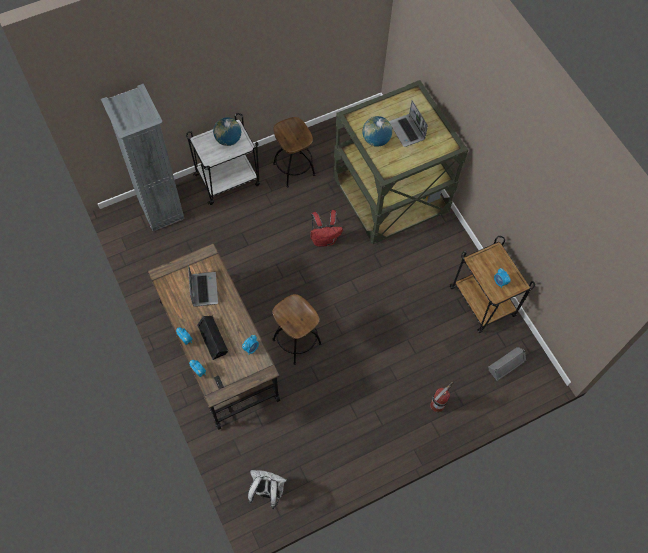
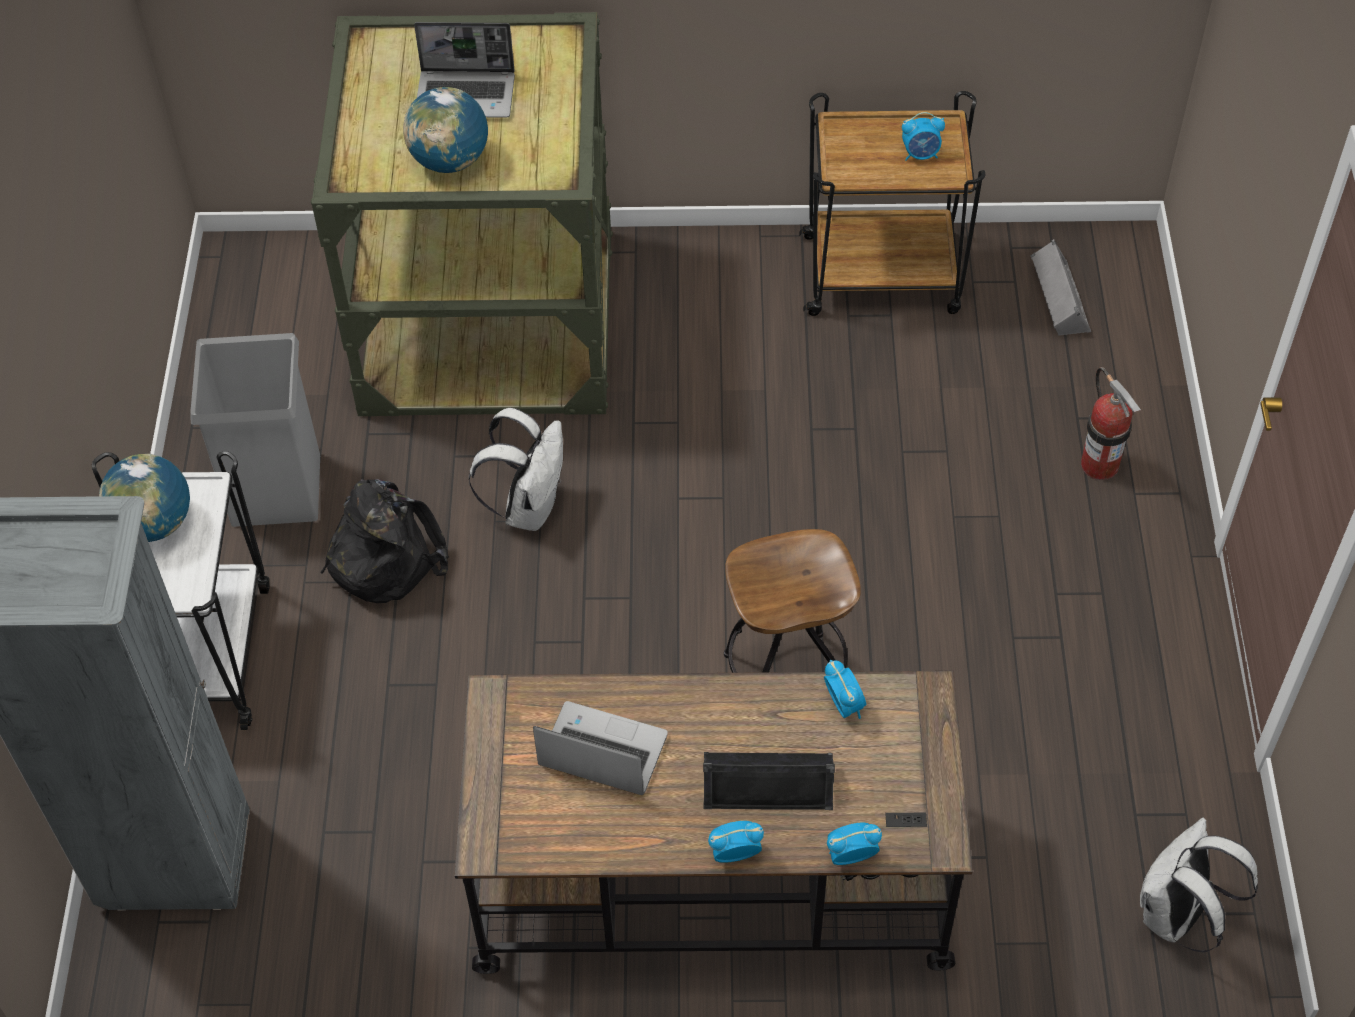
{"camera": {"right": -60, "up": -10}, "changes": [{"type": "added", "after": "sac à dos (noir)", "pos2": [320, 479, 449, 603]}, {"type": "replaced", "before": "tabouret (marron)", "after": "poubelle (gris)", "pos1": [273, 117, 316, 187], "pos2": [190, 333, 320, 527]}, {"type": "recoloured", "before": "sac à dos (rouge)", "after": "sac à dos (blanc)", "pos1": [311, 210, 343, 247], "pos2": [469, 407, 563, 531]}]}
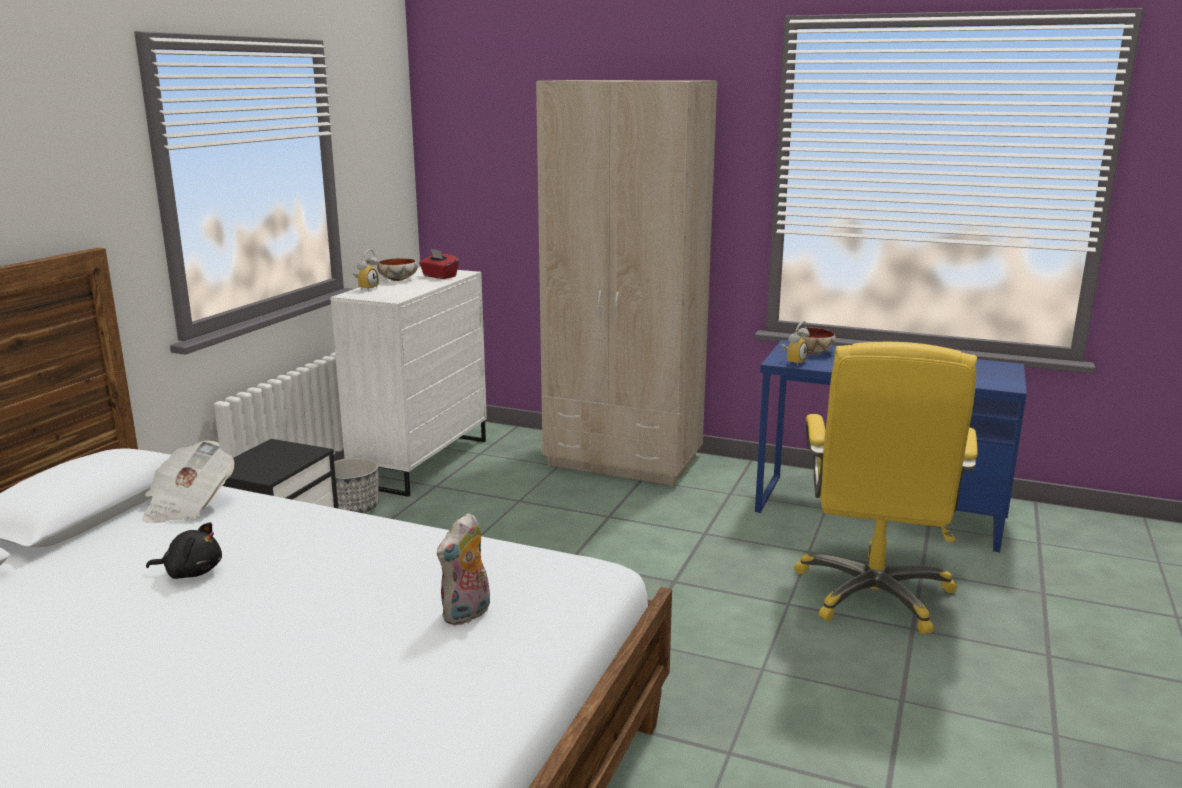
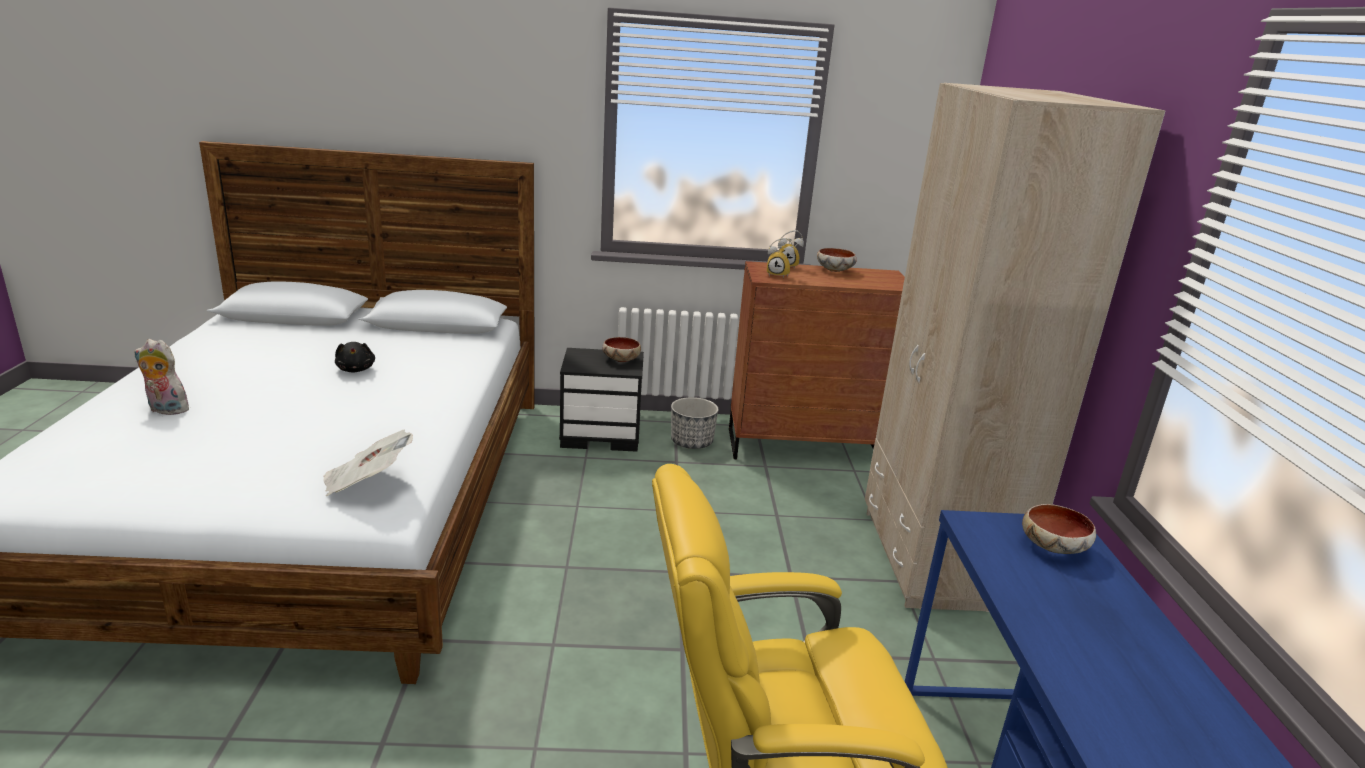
{"camera": {"right": 65, "up": 5}, "changes": [{"type": "removed", "before": "boîte à mouchoirs (rouge)", "pos1": [419, 248, 459, 279]}, {"type": "added", "after": "bol", "pos2": [602, 337, 641, 362]}, {"type": "moved", "before": "journal", "pos1": [142, 440, 234, 523], "pos2": [323, 429, 413, 496]}, {"type": "moved", "before": "peluche", "pos1": [437, 513, 490, 625], "pos2": [134, 339, 189, 415]}, {"type": "moved", "before": "réveil", "pos1": [781, 321, 810, 366], "pos2": [767, 238, 795, 278]}, {"type": "recoloured", "before": "commode (blanc)", "after": "commode (marron)", "pos1": [330, 267, 487, 497], "pos2": [729, 261, 905, 459]}]}
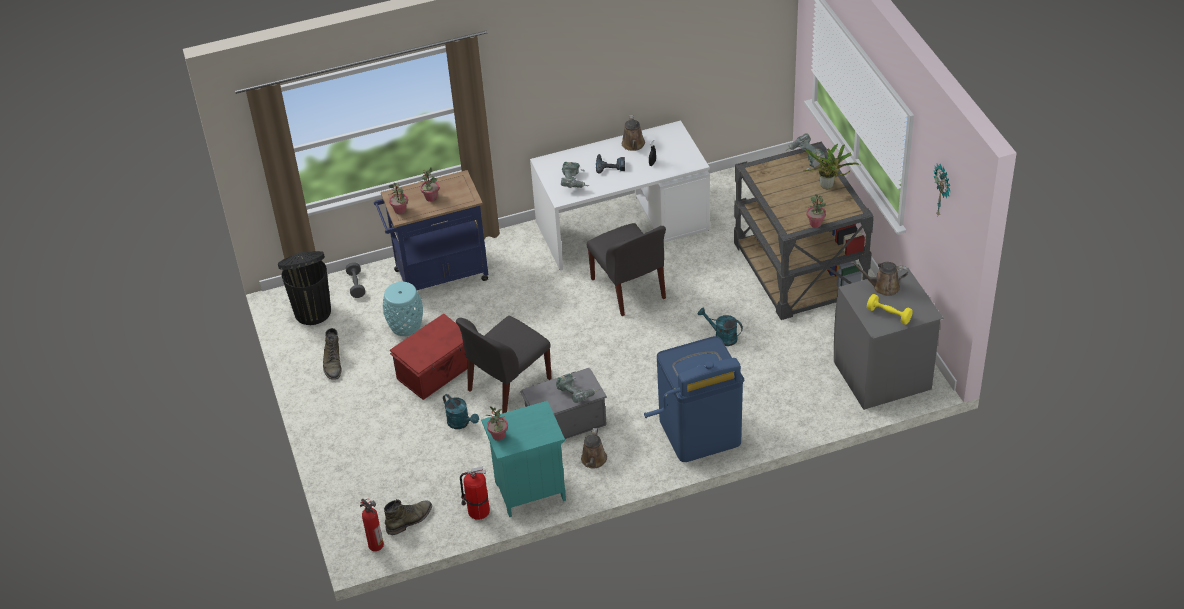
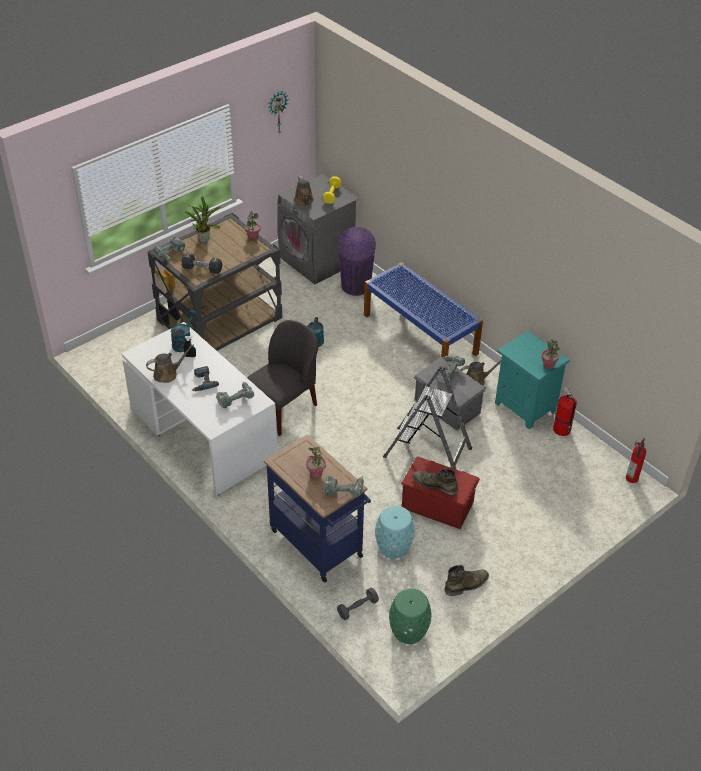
{"camera": {"right": -115, "up": 0}, "changes": [{"type": "added", "after": "haltère (noir)", "pos2": [181, 253, 222, 274]}, {"type": "added", "after": "poubelle (violet)", "pos2": [338, 226, 376, 296]}, {"type": "moved", "before": "botte (vert)", "pos1": [384, 499, 432, 535], "pos2": [412, 469, 458, 495]}, {"type": "moved", "before": "arrosoir (turquoise)", "pos1": [443, 394, 479, 429], "pos2": [171, 310, 197, 352]}, {"type": "replaced", "before": "poubelle (noir)", "after": "tabouret (vert)", "pos1": [278, 251, 331, 325], "pos2": [389, 588, 431, 644]}, {"type": "replaced", "before": "plante en pot", "after": "perceuse", "pos1": [389, 182, 408, 214], "pos2": [324, 476, 364, 497]}, {"type": "replaced", "before": "chaise (gris)", "after": "escabeau (gris)", "pos1": [456, 316, 551, 413], "pos2": [383, 366, 472, 470]}, {"type": "replaced", "before": "lave-linge (bleu)", "after": "banc (bleu)", "pos1": [644, 336, 744, 462], "pos2": [364, 262, 483, 359]}]}
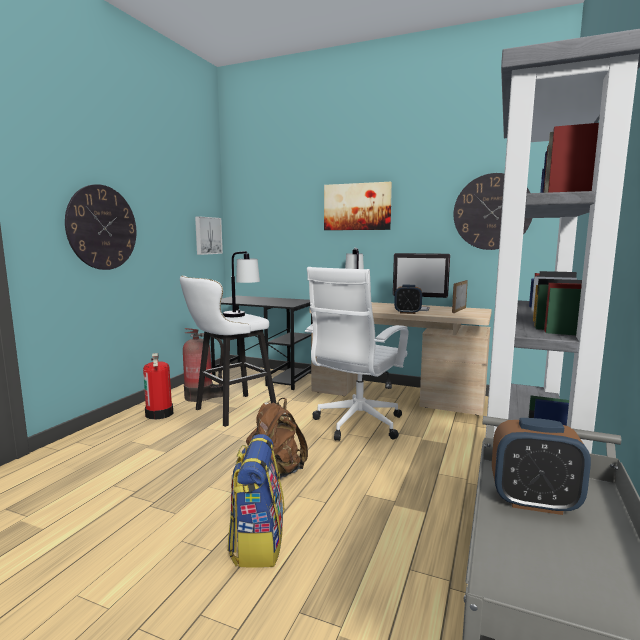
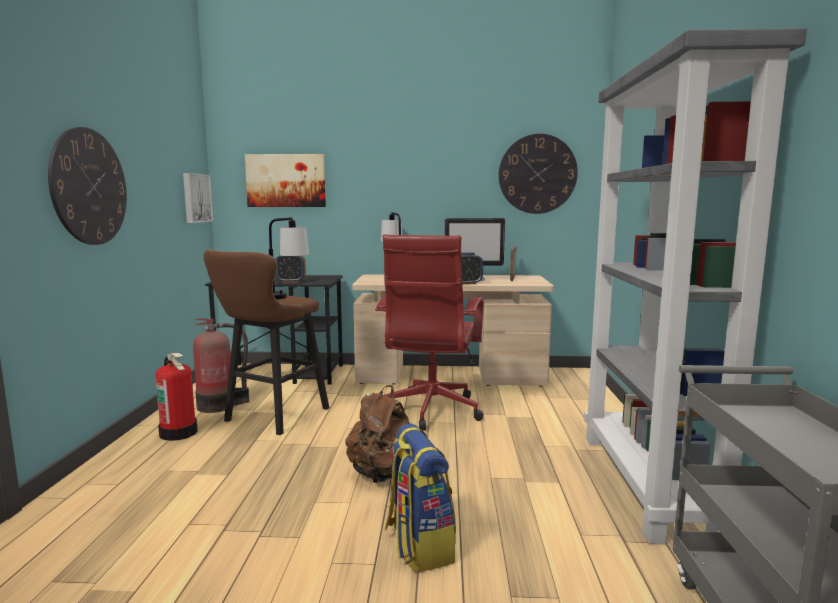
{"camera": {"right": -20, "up": 0}, "changes": [{"type": "moved", "before": "tableau", "pos1": [324, 182, 392, 230], "pos2": [245, 154, 326, 207]}, {"type": "moved", "before": "réveil", "pos1": [492, 418, 591, 515], "pos2": [276, 255, 306, 283]}, {"type": "recoloured", "before": "tabouret (blanc)", "after": "tabouret (marron)", "pos1": [180, 275, 276, 427], "pos2": [204, 249, 329, 435]}, {"type": "recoloured", "before": "chaise de bureau (blanc)", "after": "chaise de bureau (rouge)", "pos1": [305, 267, 409, 441], "pos2": [375, 234, 484, 431]}]}
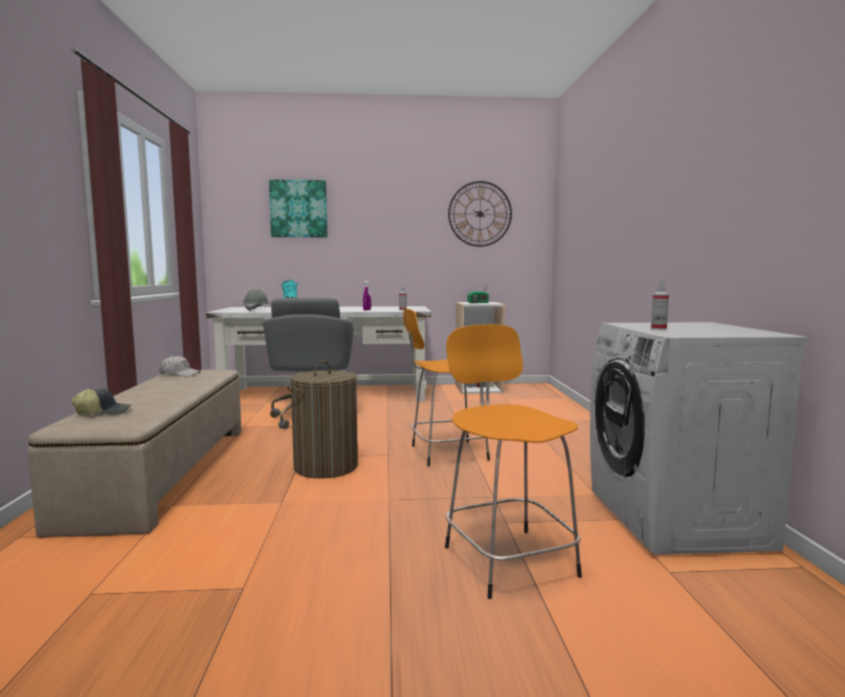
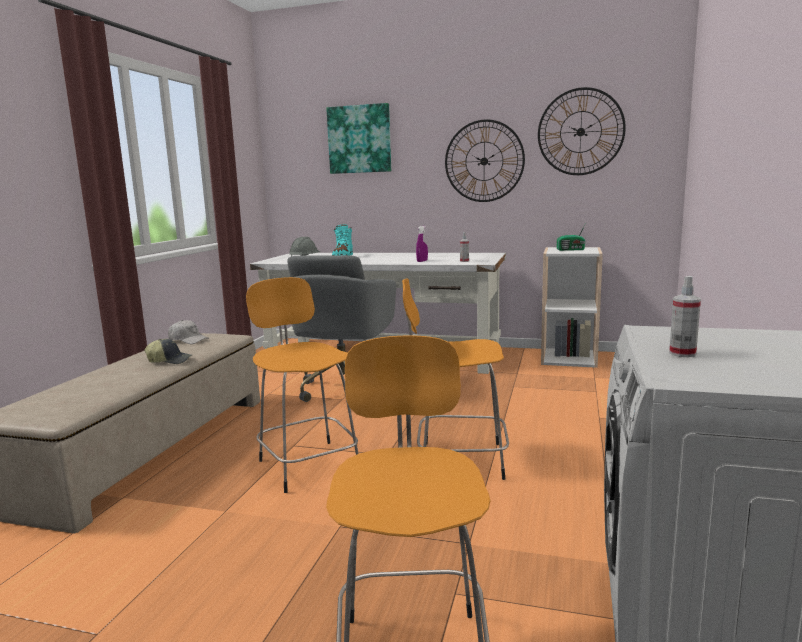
{"camera": {"right": 20, "up": 5}, "changes": [{"type": "added", "after": "horloge murale", "pos2": [445, 119, 525, 202]}, {"type": "moved", "before": "casquette", "pos1": [71, 388, 131, 415], "pos2": [145, 339, 193, 364]}, {"type": "replaced", "before": "panier à linge", "after": "tabouret (orange)", "pos1": [287, 361, 358, 479], "pos2": [246, 277, 358, 493]}]}
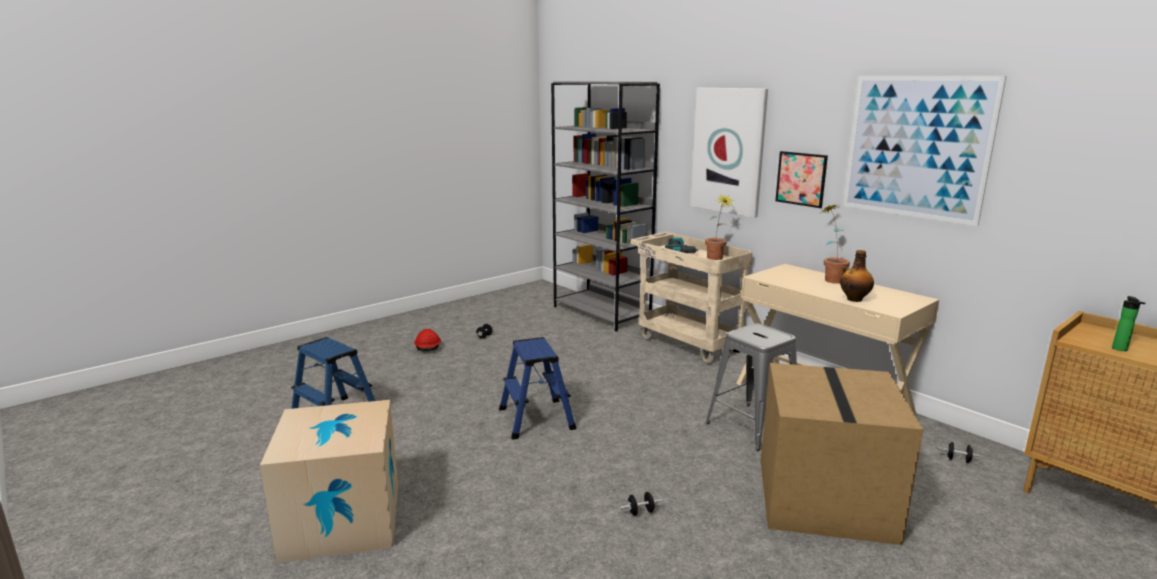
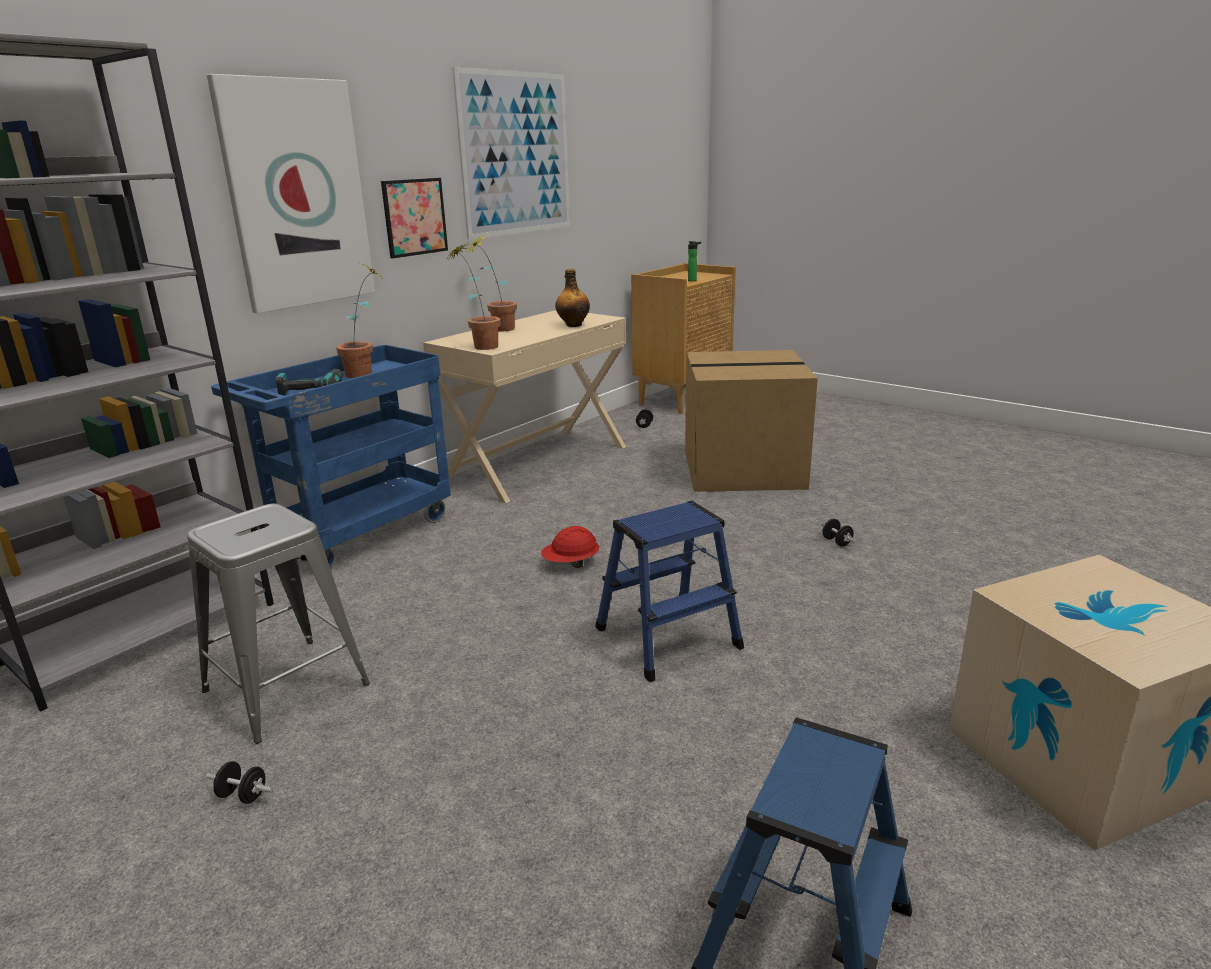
{"camera": {"right": -100, "up": 5}, "changes": [{"type": "added", "after": "plante en pot", "pos2": [448, 244, 501, 350]}, {"type": "moved", "before": "casque de chantier (rouge)", "pos1": [414, 329, 441, 351], "pos2": [541, 526, 599, 568]}, {"type": "moved", "before": "tabouret (gris)", "pos1": [706, 323, 797, 451], "pos2": [187, 503, 370, 744]}, {"type": "recoloured", "before": "chariot (beige)", "after": "chariot (bleu)", "pos1": [631, 232, 752, 364], "pos2": [211, 345, 451, 569]}]}
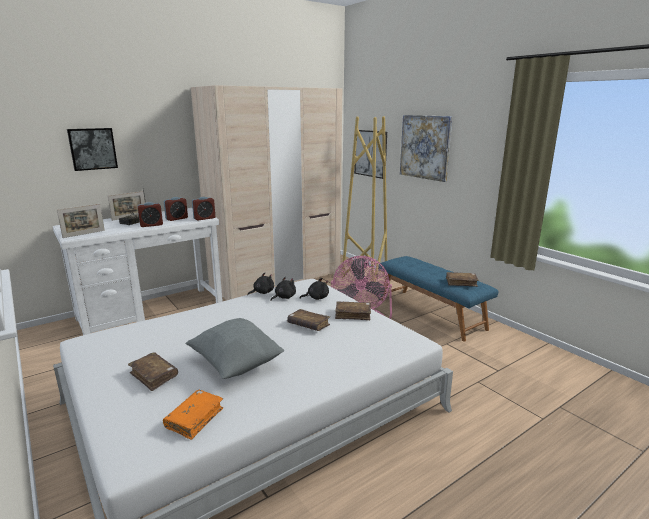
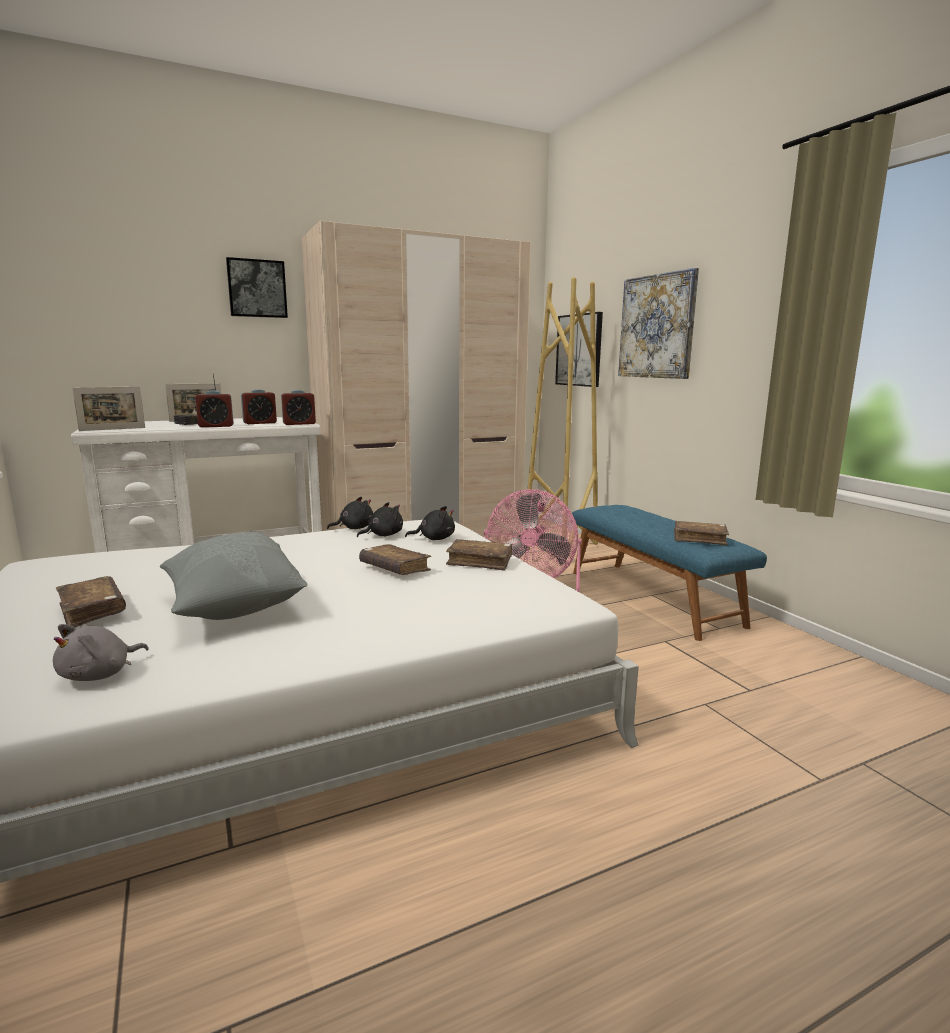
{"camera": {"right": 10, "up": -5}, "changes": [{"type": "moved", "before": "tableau", "pos1": [67, 128, 118, 171], "pos2": [226, 257, 288, 318]}, {"type": "replaced", "before": "livre (orange)", "after": "peluche (gris)", "pos1": [163, 390, 223, 440], "pos2": [53, 624, 149, 681]}]}
